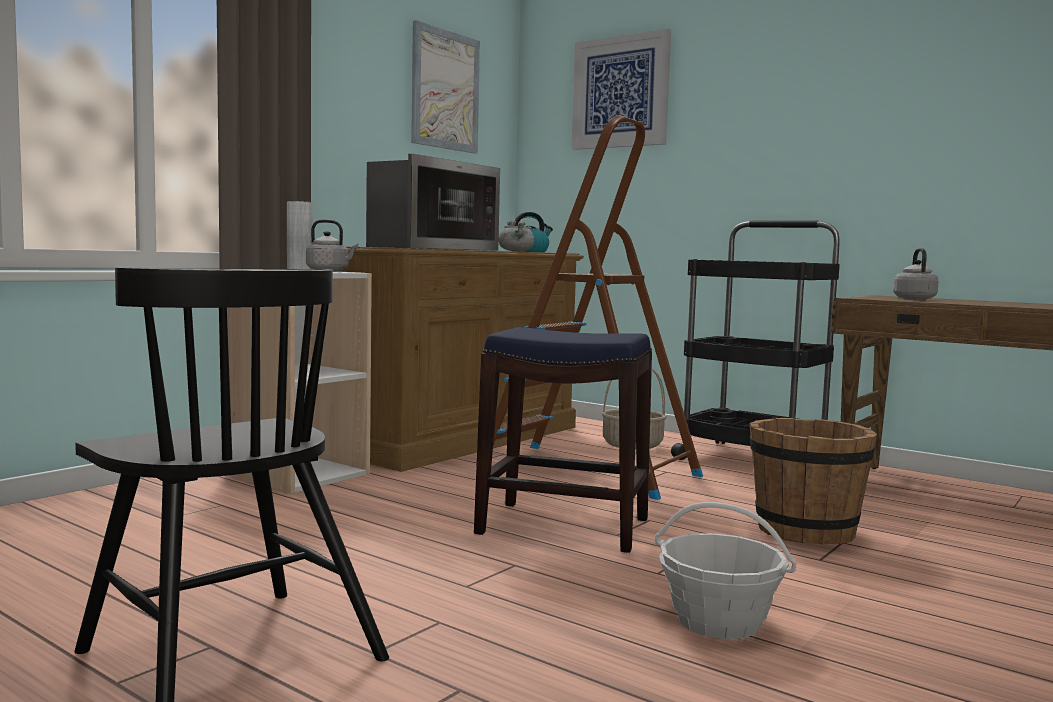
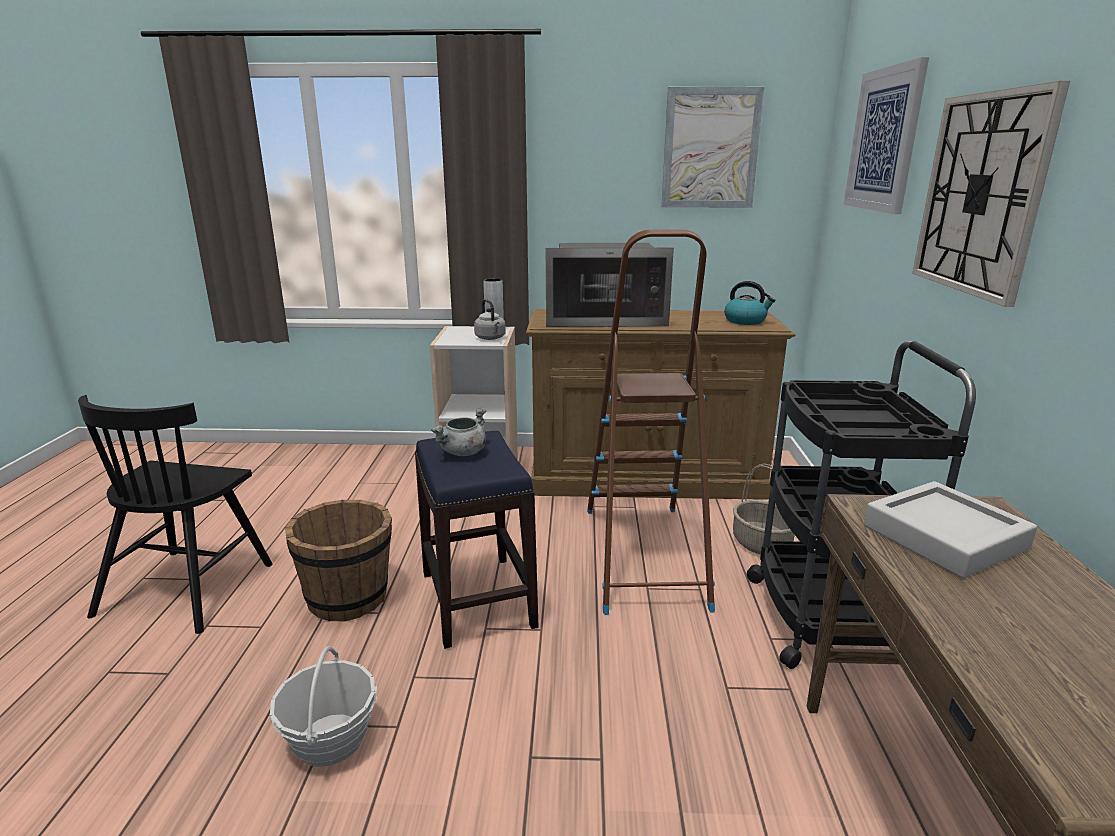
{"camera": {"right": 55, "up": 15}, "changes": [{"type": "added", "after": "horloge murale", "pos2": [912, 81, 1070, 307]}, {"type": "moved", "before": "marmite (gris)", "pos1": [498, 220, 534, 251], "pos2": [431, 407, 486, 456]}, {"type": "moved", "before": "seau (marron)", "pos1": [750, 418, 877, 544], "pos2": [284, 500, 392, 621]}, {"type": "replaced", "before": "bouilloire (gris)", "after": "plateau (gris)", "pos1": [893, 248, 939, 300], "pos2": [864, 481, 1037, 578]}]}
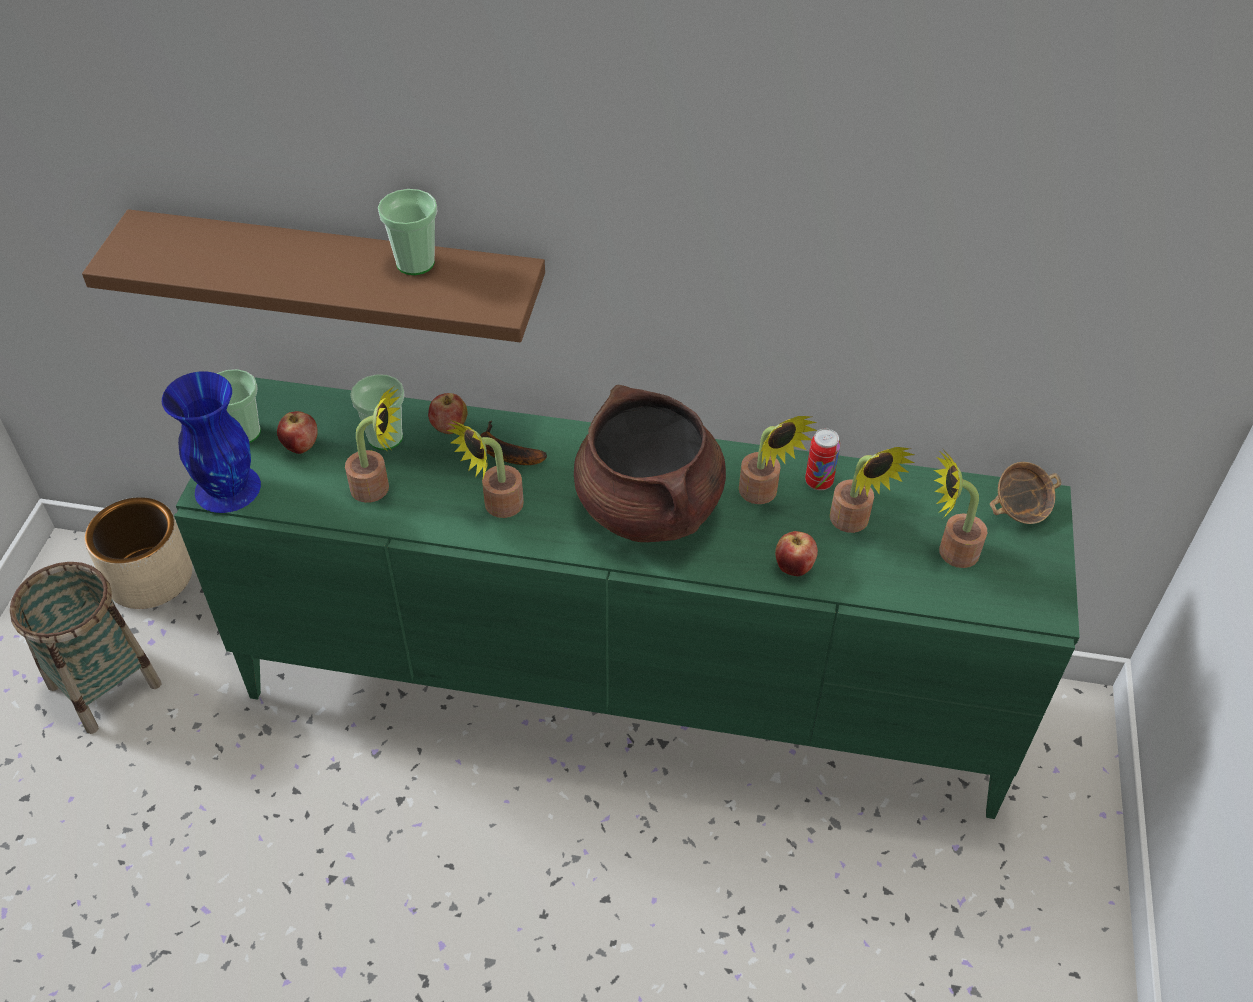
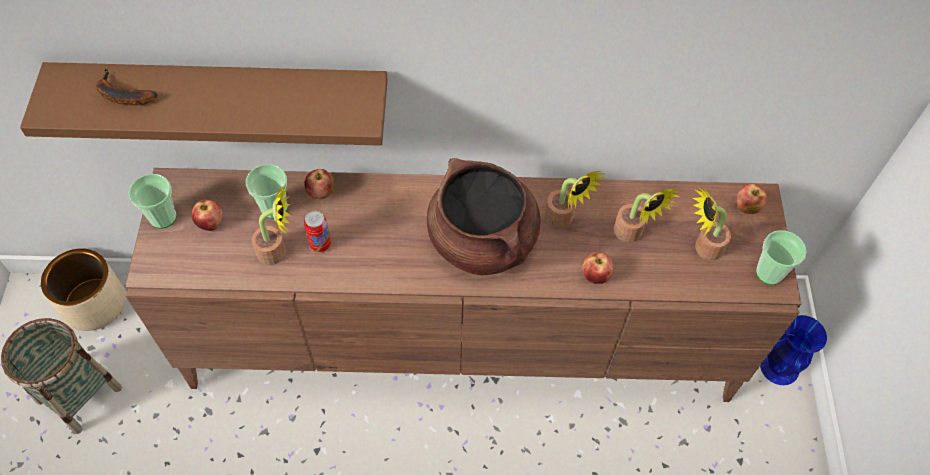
{"camera": {"right": -10, "up": 10}, "changes": [{"type": "removed", "before": "plante en pot", "pos1": [446, 420, 524, 518]}, {"type": "moved", "before": "vase (bleu)", "pos1": [162, 371, 261, 513], "pos2": [760, 315, 827, 385]}, {"type": "moved", "before": "tasse", "pos1": [378, 189, 438, 275], "pos2": [756, 230, 807, 285]}, {"type": "moved", "before": "banane", "pos1": [480, 421, 547, 465], "pos2": [96, 69, 157, 105]}, {"type": "moved", "before": "boîte métallique", "pos1": [805, 429, 840, 490], "pos2": [304, 211, 331, 253]}, {"type": "replaced", "before": "bol", "after": "pomme", "pos1": [990, 462, 1061, 524], "pos2": [737, 184, 767, 214]}, {"type": "recoloured", "before": "meuble de rangement (vert)", "after": "meuble de rangement (marron)", "pos1": [174, 377, 1080, 819], "pos2": [125, 168, 802, 402]}]}
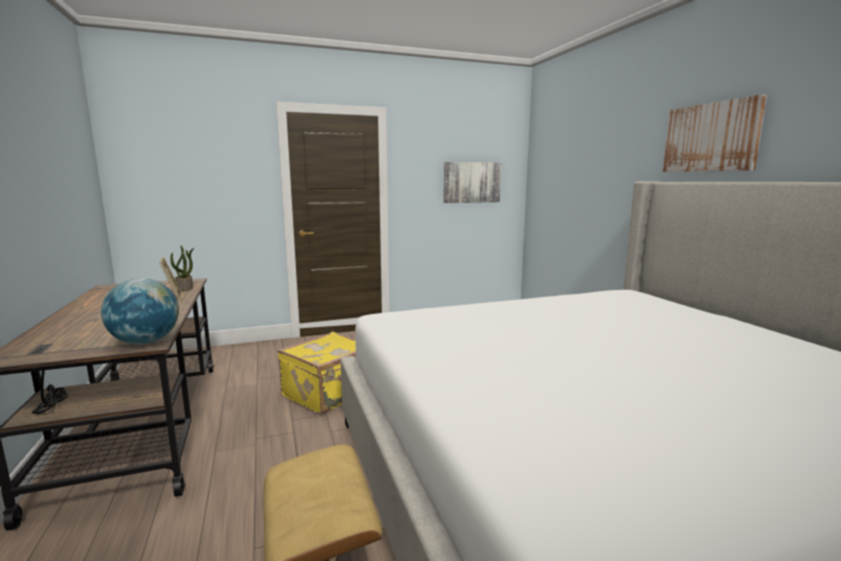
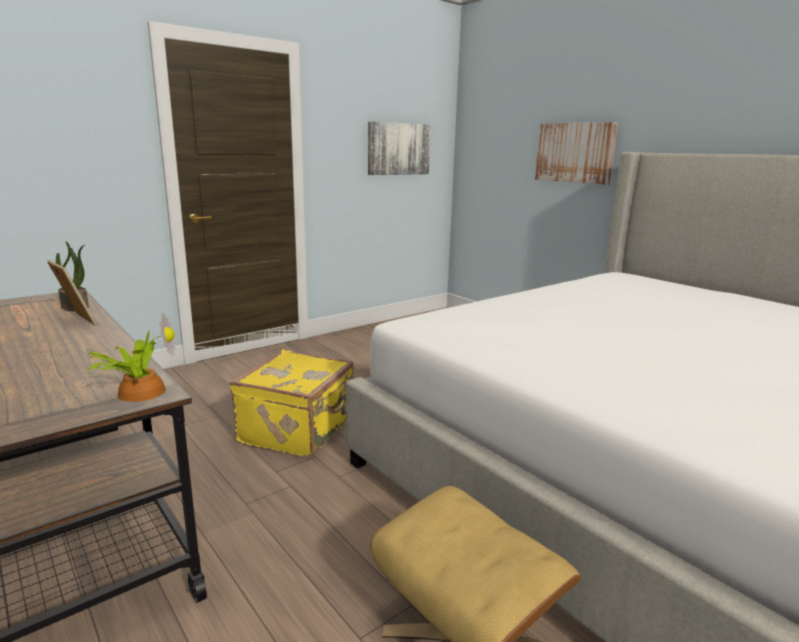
{"camera": {"right": -20, "up": 5}, "changes": [{"type": "moved", "before": "tableau", "pos1": [663, 94, 767, 172], "pos2": [535, 122, 618, 185]}, {"type": "replaced", "before": "globe", "after": "plante en pot", "pos1": [101, 278, 179, 344], "pos2": [87, 312, 176, 402]}]}
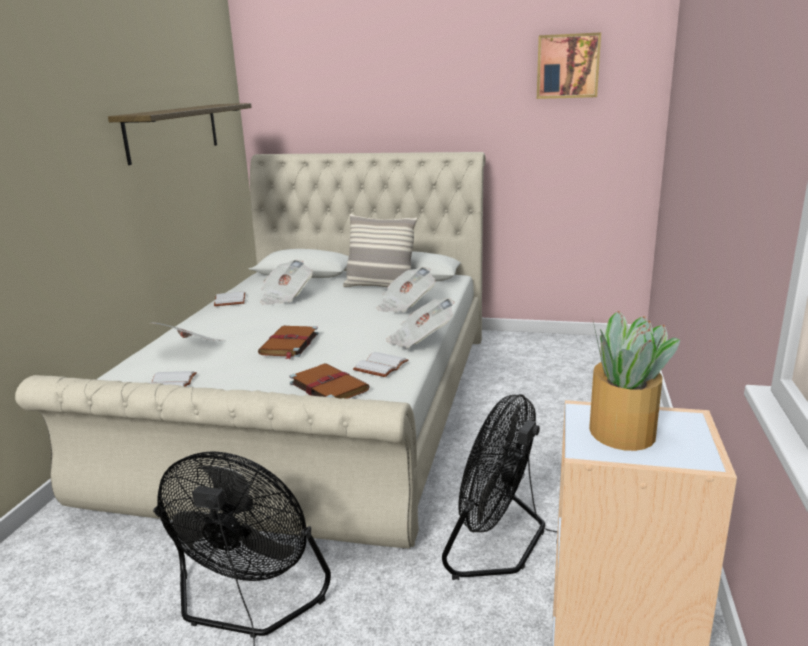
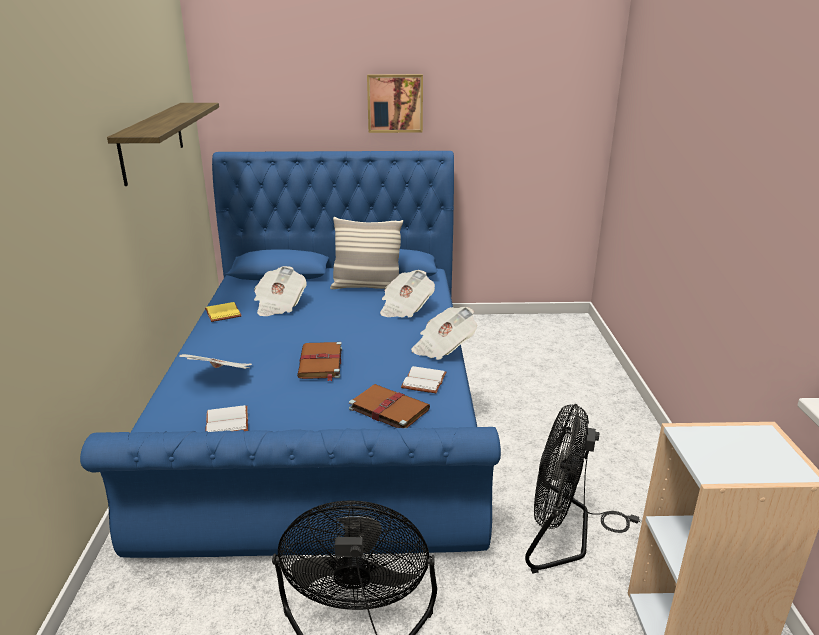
{"camera": {"right": -15, "up": 5}, "changes": [{"type": "removed", "before": "plante en pot", "pos1": [589, 311, 680, 451]}, {"type": "moved", "before": "tableau", "pos1": [537, 32, 601, 99], "pos2": [367, 74, 423, 133]}, {"type": "recoloured", "before": "lit (beige)", "after": "lit (bleu)", "pos1": [15, 152, 486, 548], "pos2": [80, 151, 501, 558]}, {"type": "recoloured", "before": "livre (blanc)", "after": "livre (jaune)", "pos1": [214, 291, 245, 306], "pos2": [205, 302, 242, 322]}]}
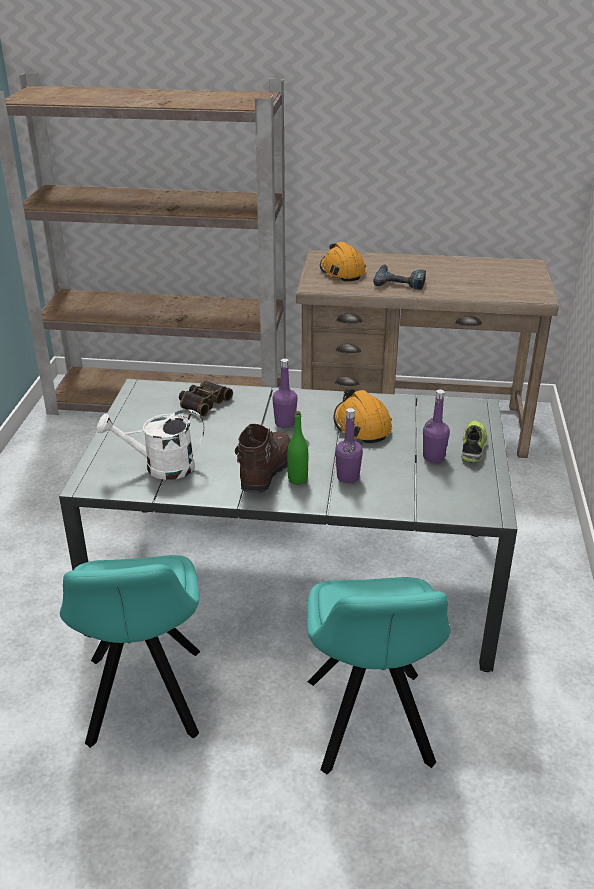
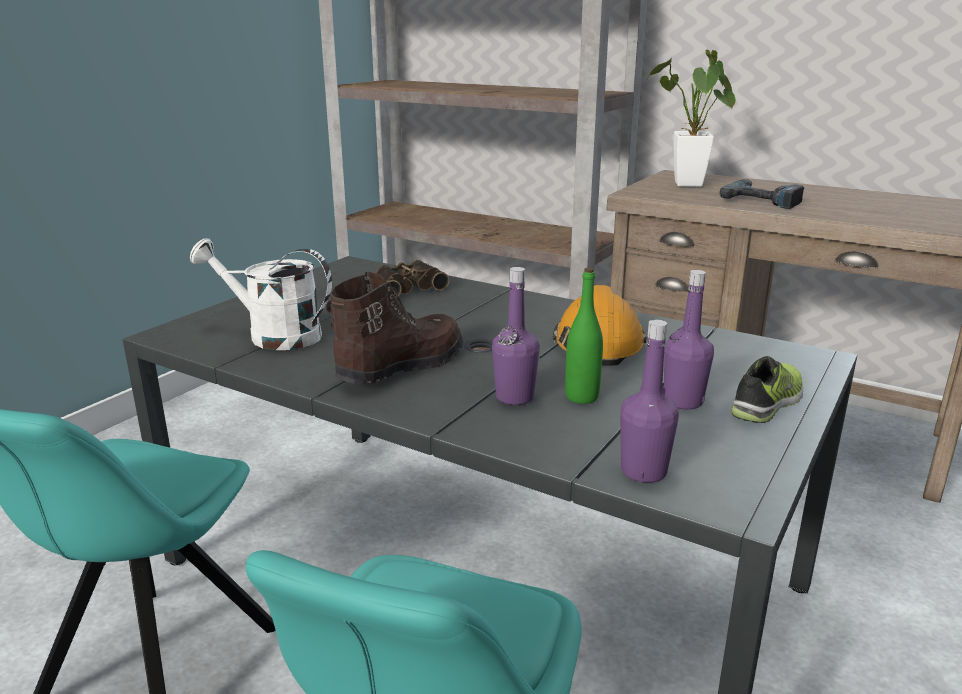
{"camera": {"right": 25, "up": -10}, "changes": [{"type": "moved", "before": "bouteille (violet)", "pos1": [272, 358, 298, 428], "pos2": [620, 320, 679, 483]}, {"type": "moved", "before": "bouteille (vert)", "pos1": [287, 411, 308, 485], "pos2": [565, 268, 603, 404]}, {"type": "replaced", "before": "casque de chantier (orange)", "after": "plante en pot", "pos1": [320, 242, 366, 282], "pos2": [648, 50, 736, 187]}]}
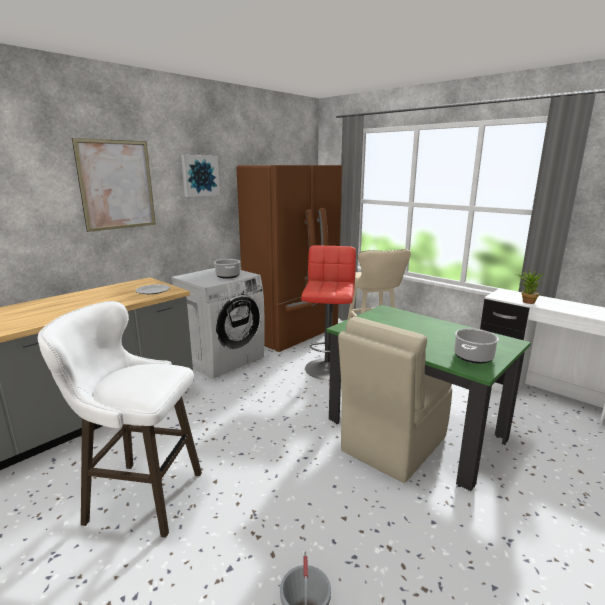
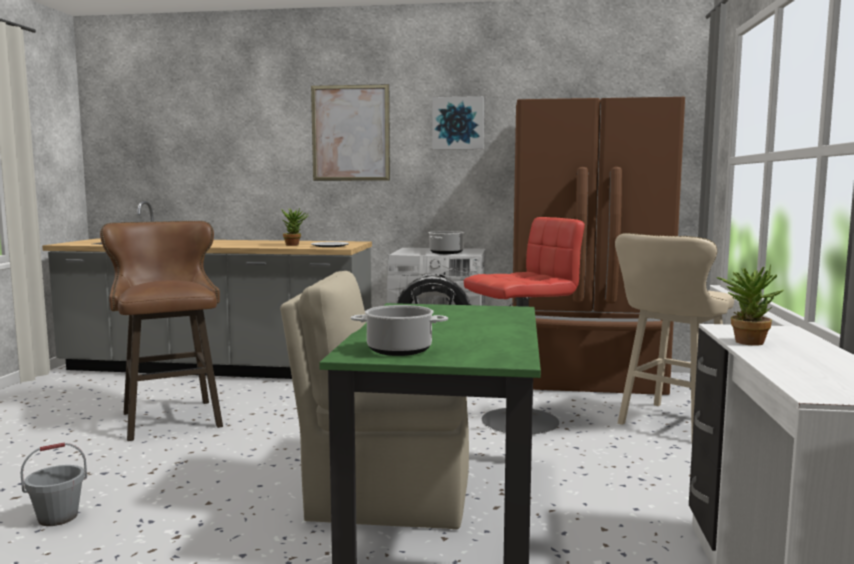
{"camera": {"right": 55, "up": -10}, "changes": [{"type": "added", "after": "plante en pot", "pos2": [281, 208, 309, 246]}, {"type": "recoloured", "before": "tabouret (blanc)", "after": "tabouret (marron)", "pos1": [38, 301, 202, 538], "pos2": [100, 221, 223, 441]}]}
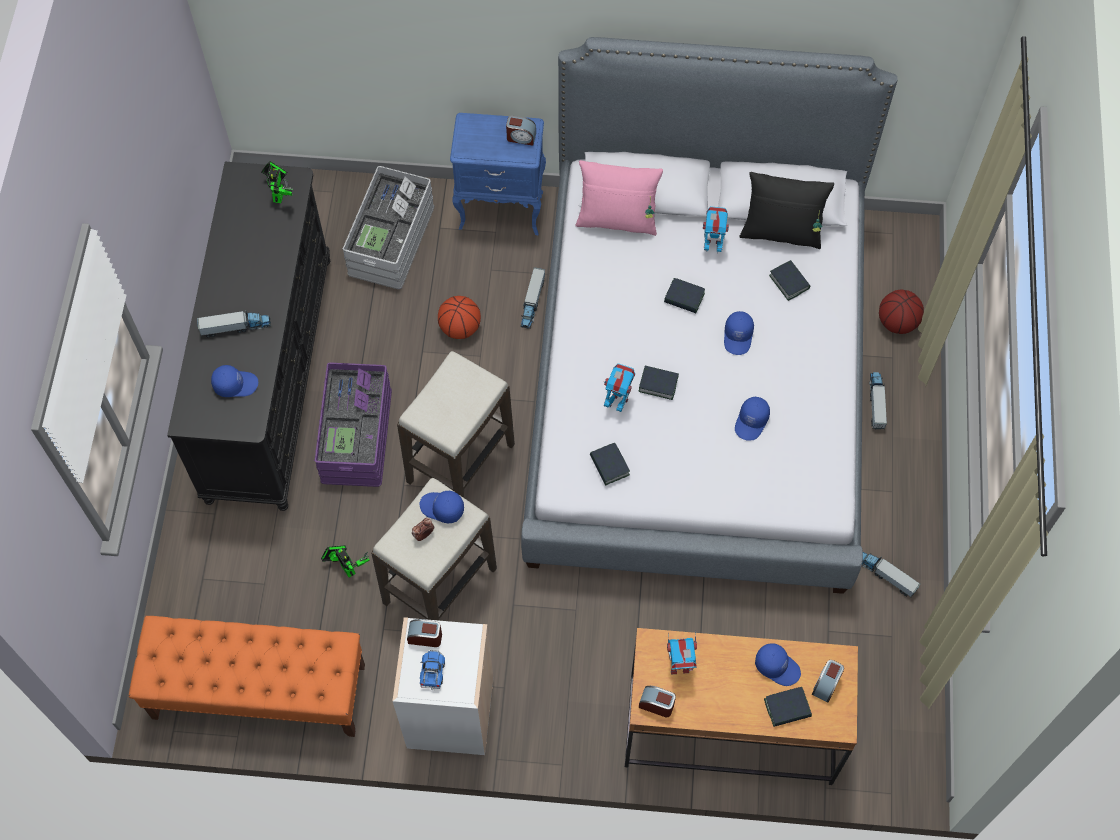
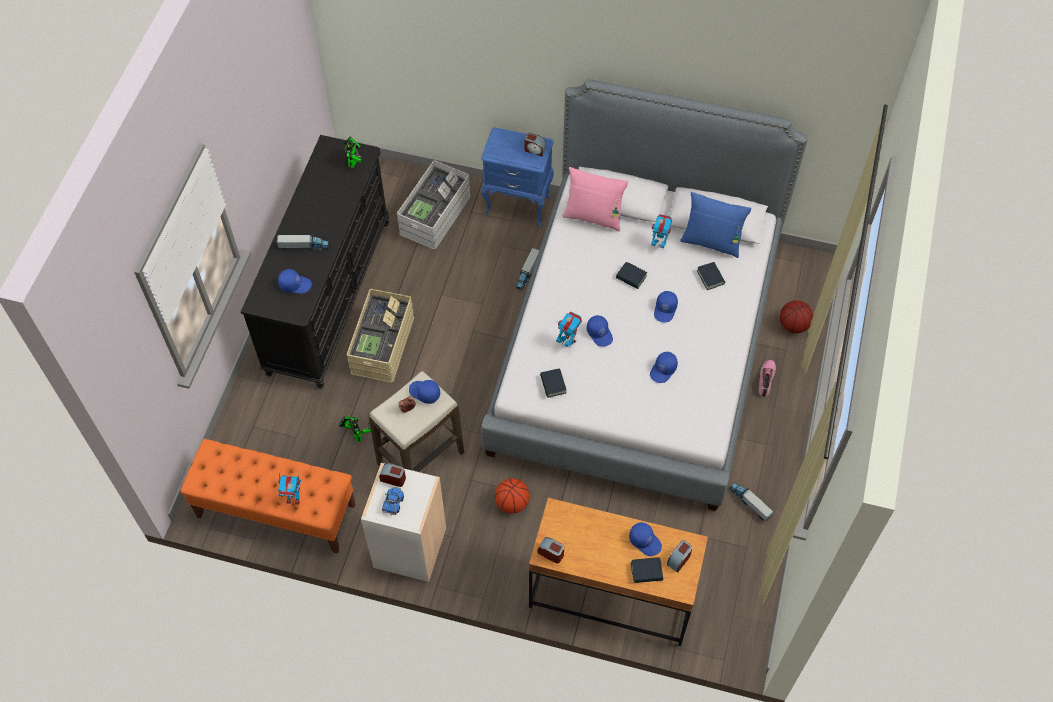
{"camera": {"right": 10, "up": -5}, "changes": [{"type": "removed", "before": "tabouret", "pos1": [397, 351, 515, 498]}, {"type": "moved", "before": "ballon de basket", "pos1": [438, 296, 481, 339], "pos2": [495, 478, 530, 514]}, {"type": "moved", "before": "robot jouet", "pos1": [667, 630, 697, 675], "pos2": [278, 471, 301, 504]}, {"type": "replaced", "before": "livre", "after": "casquette (bleu)", "pos1": [638, 366, 679, 400], "pos2": [587, 315, 613, 347]}, {"type": "replaced", "before": "camion jouet", "after": "chaussure", "pos1": [869, 372, 887, 430], "pos2": [759, 360, 776, 397]}, {"type": "recoloured", "before": "boîte de rangement (violet)", "after": "boîte de rangement (beige)", "pos1": [314, 362, 392, 487], "pos2": [347, 289, 414, 383]}, {"type": "recoloured", "before": "coussin (noir)", "after": "coussin (bleu)", "pos1": [739, 172, 834, 249], "pos2": [680, 192, 751, 258]}]}
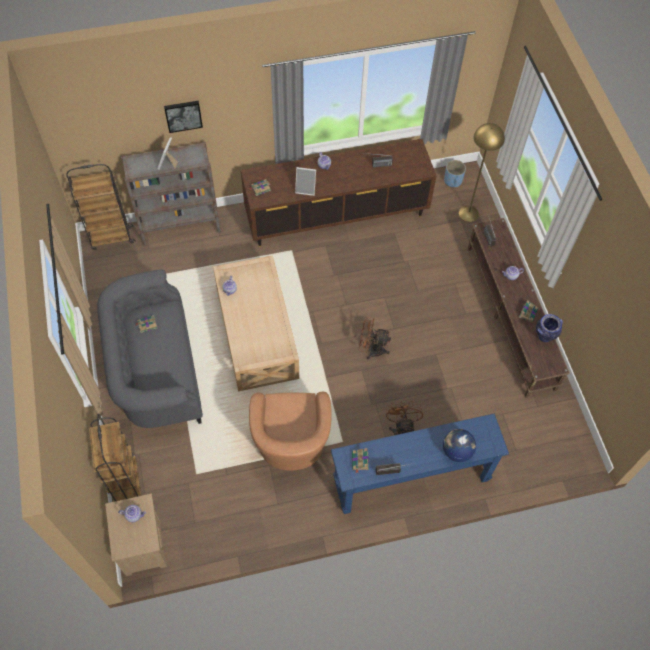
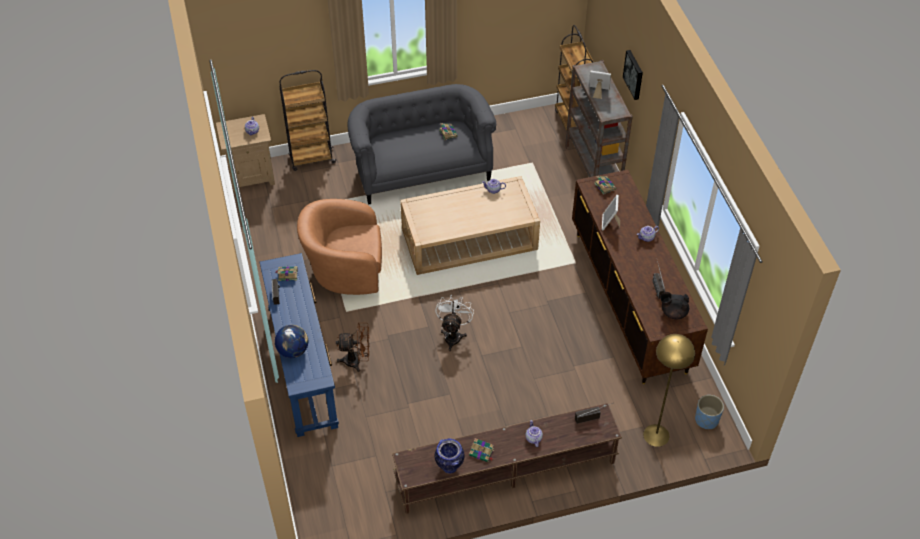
{"camera": {"right": 90, "up": -10}, "changes": [{"type": "added", "after": "théière (noir)", "pos2": [660, 292, 689, 319]}, {"type": "recoloured", "before": "ventilateur (marron)", "after": "ventilateur (blanc)", "pos1": [359, 317, 391, 360], "pos2": [435, 295, 474, 351]}]}
